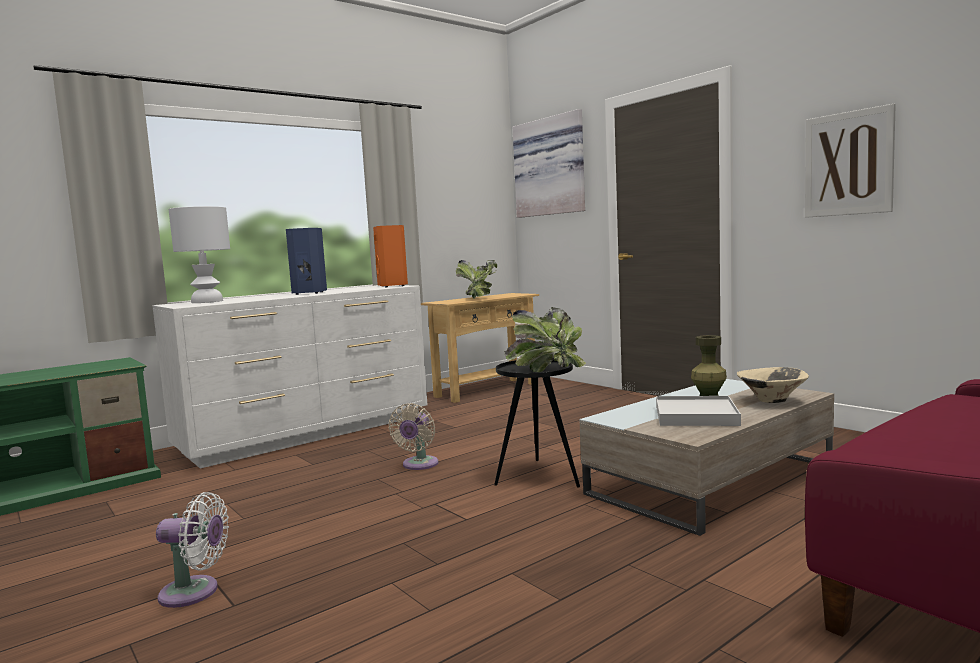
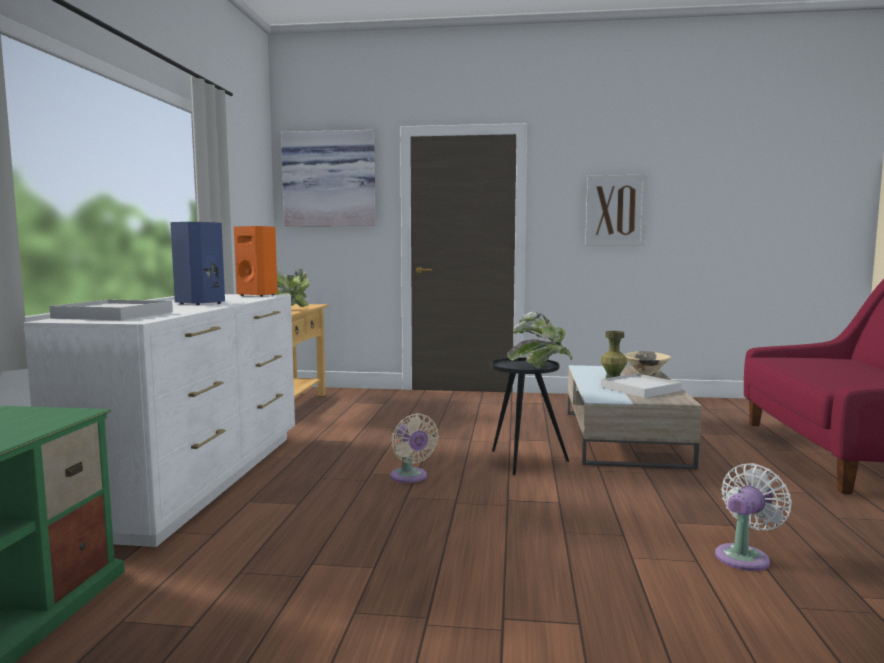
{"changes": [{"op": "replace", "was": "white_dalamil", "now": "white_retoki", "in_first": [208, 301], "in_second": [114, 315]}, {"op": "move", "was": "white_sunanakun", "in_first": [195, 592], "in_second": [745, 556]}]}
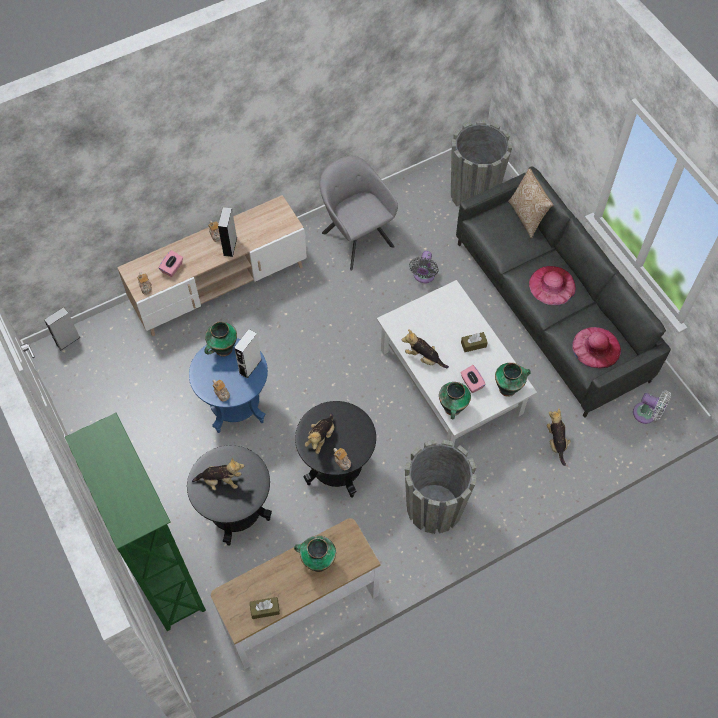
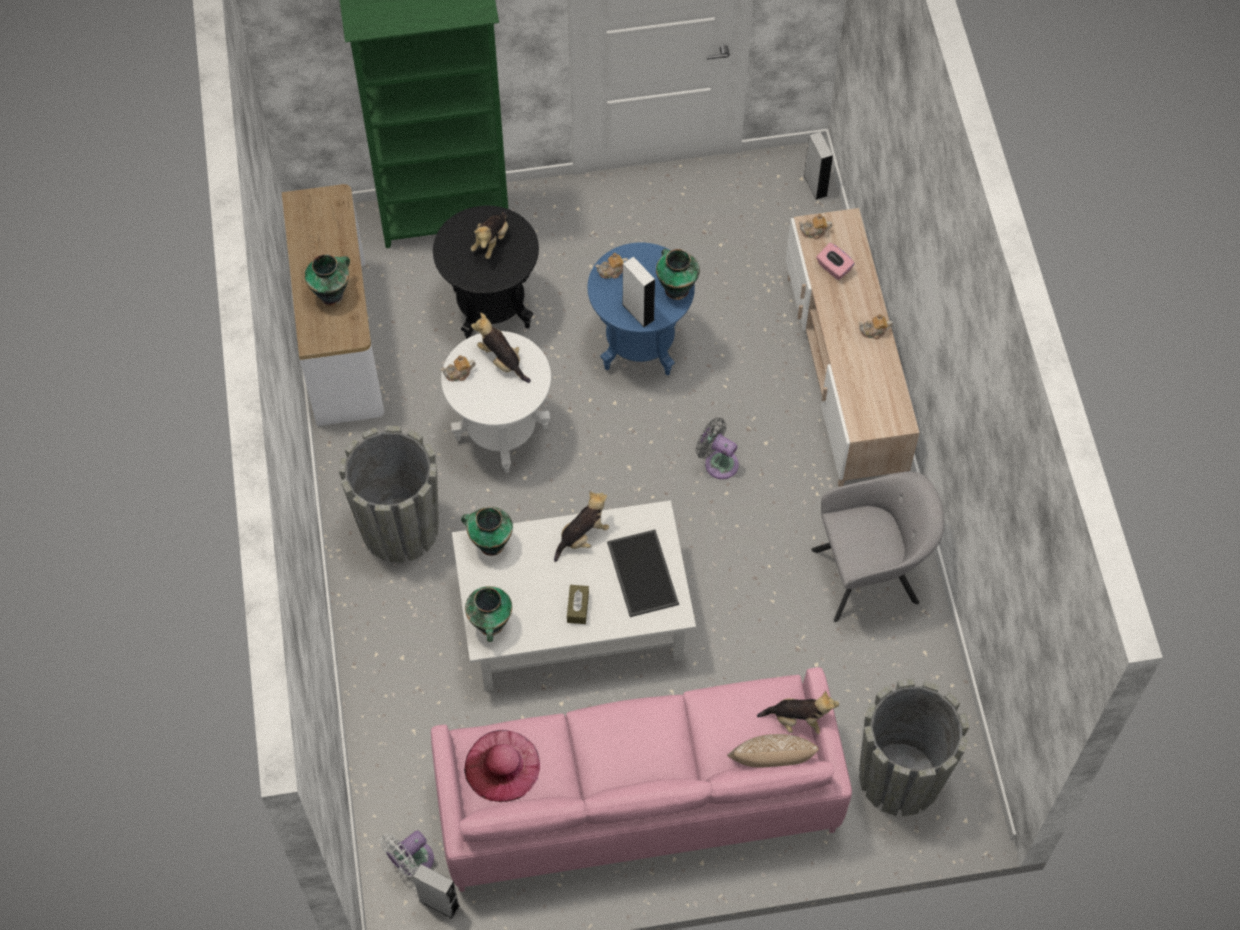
{"changes": [{"op": "recolor", "was": "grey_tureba", "now": "pink_tureba", "in_first": [548, 311], "in_second": [637, 797]}, {"op": "move", "was": "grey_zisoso", "in_first": [230, 246], "in_second": [439, 903]}, {"op": "move", "was": "grey_sunanakun", "in_first": [423, 276], "in_second": [718, 462]}, {"op": "delete", "was": "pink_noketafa", "in_first": [552, 285]}, {"op": "delete", "was": "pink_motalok", "in_first": [471, 383]}, {"op": "recolor", "was": "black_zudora", "now": "white_zudora", "in_first": [337, 469], "in_second": [501, 433]}, {"op": "move", "was": "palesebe", "in_first": [556, 442], "in_second": [798, 720]}, {"op": "delete", "was": "brown_motalok", "in_first": [265, 609]}, {"op": "insert", "now": "retoki", "in_second": [641, 573]}]}
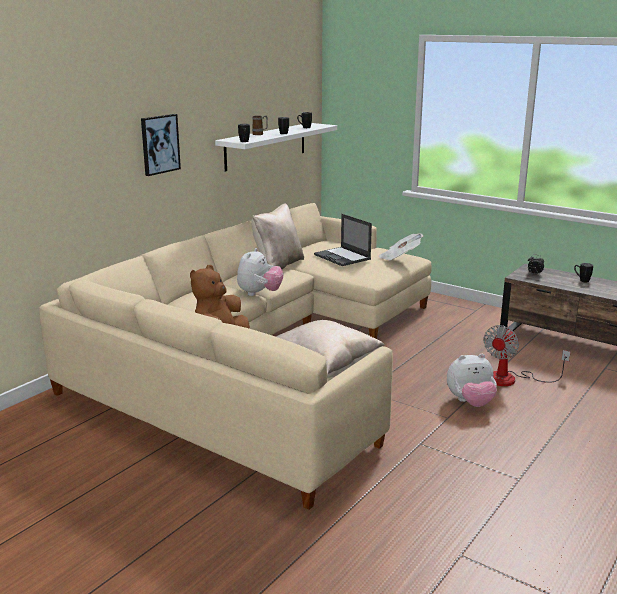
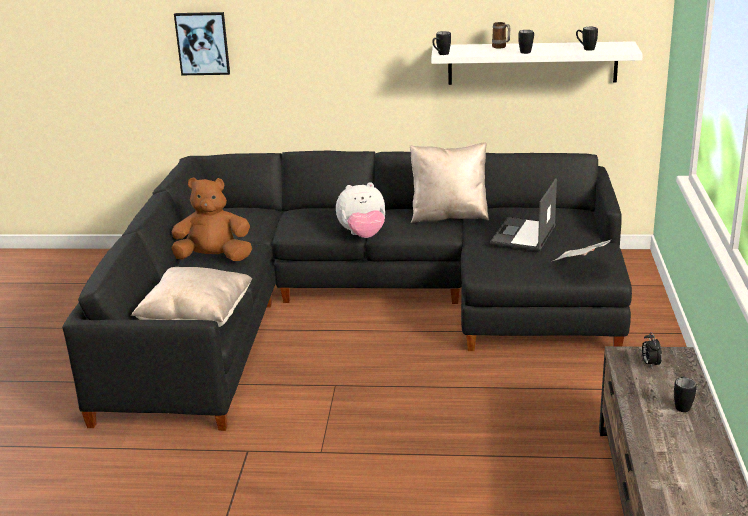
{"changes": [{"op": "move", "was": "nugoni", "in_first": [159, 144], "in_second": [202, 43]}, {"op": "recolor", "was": "beige_tureba", "now": "black_tureba", "in_first": [262, 356], "in_second": [354, 306]}, {"op": "delete", "was": "sunanakun", "in_first": [511, 379]}, {"op": "delete", "was": "palesebe", "in_first": [470, 403]}]}
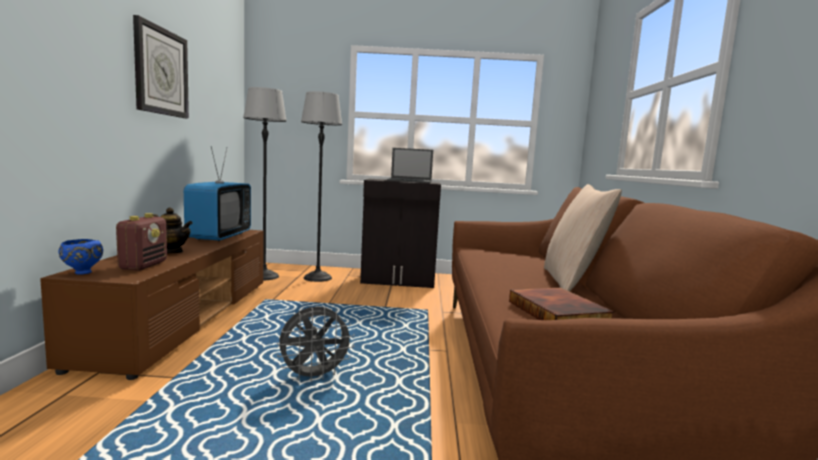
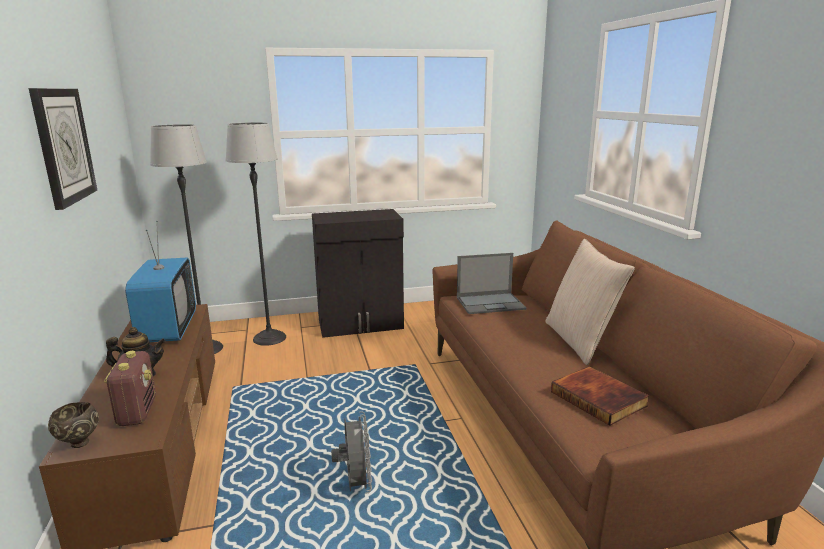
{"changes": [{"op": "move", "was": "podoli", "in_first": [410, 181], "in_second": [491, 303]}, {"op": "recolor", "was": "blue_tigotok", "now": "brown_tigotok", "in_first": [81, 272], "in_second": [78, 443]}, {"op": "rotate", "was": "grey_sunanakun", "in_first": [314, 376], "in_second": [356, 485], "clockwise": -60}]}
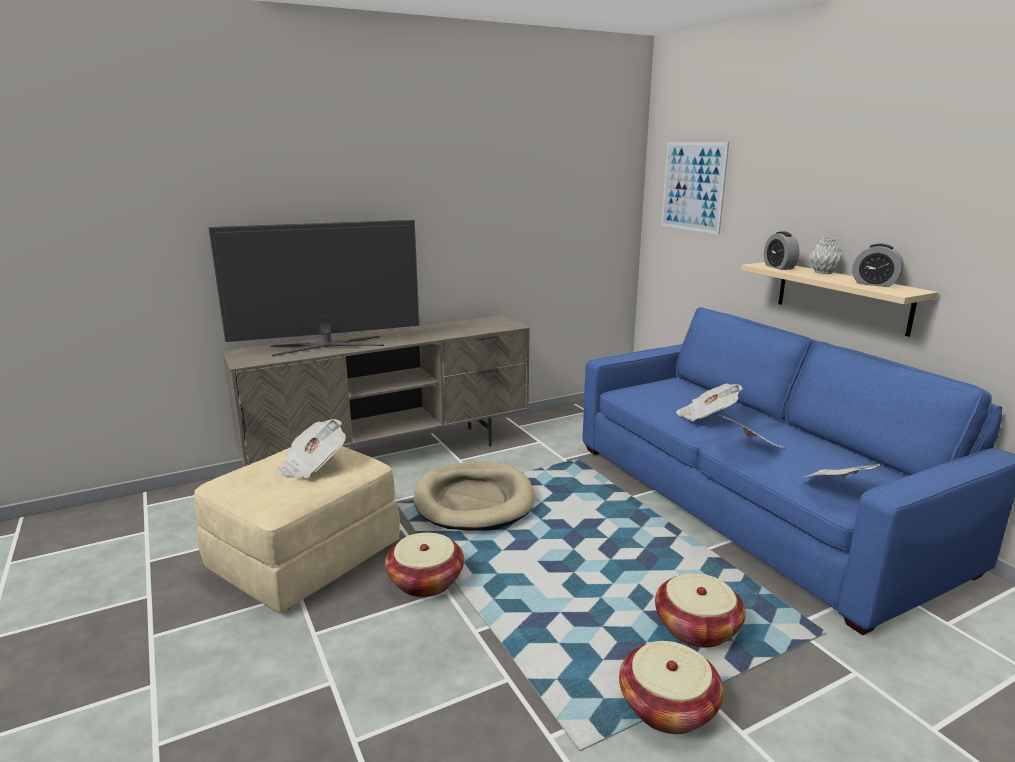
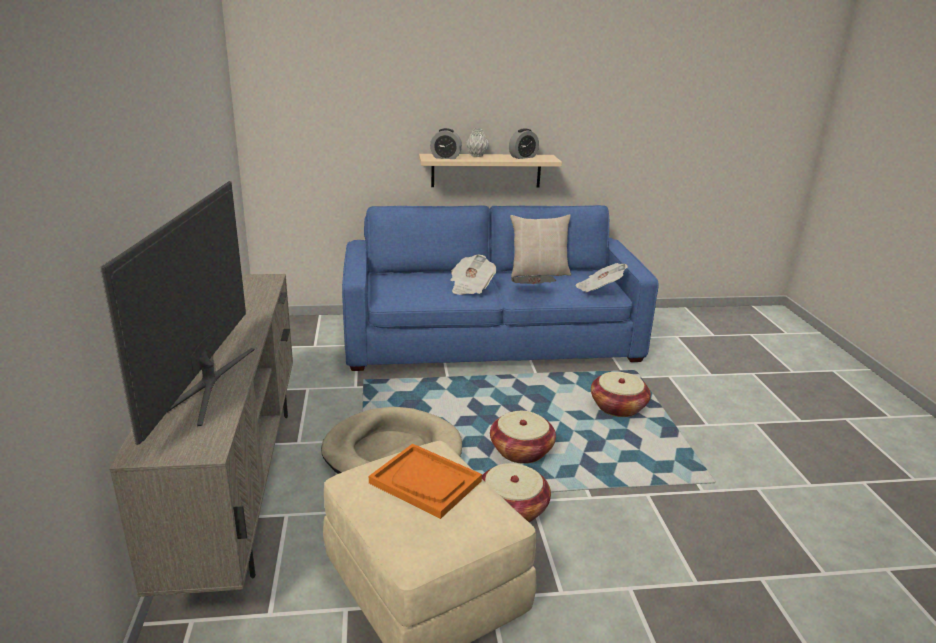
{"changes": [{"op": "delete", "was": "nugoni", "in_first": [693, 186]}, {"op": "replace", "was": "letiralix", "now": "orange_retoki", "in_first": [312, 466], "in_second": [425, 482]}, {"op": "move", "was": "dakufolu", "in_first": [667, 707], "in_second": [521, 451]}, {"op": "insert", "now": "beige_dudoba", "in_second": [539, 273]}]}
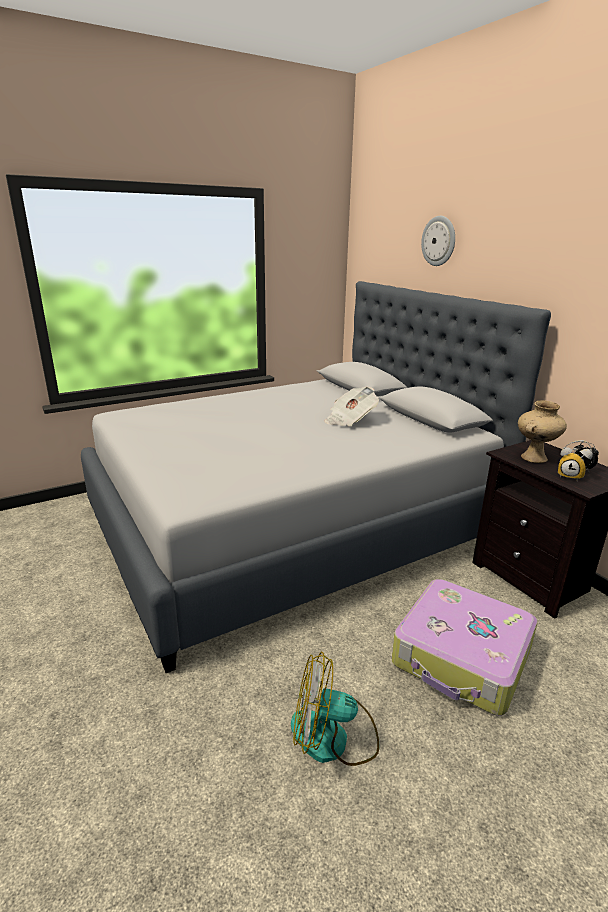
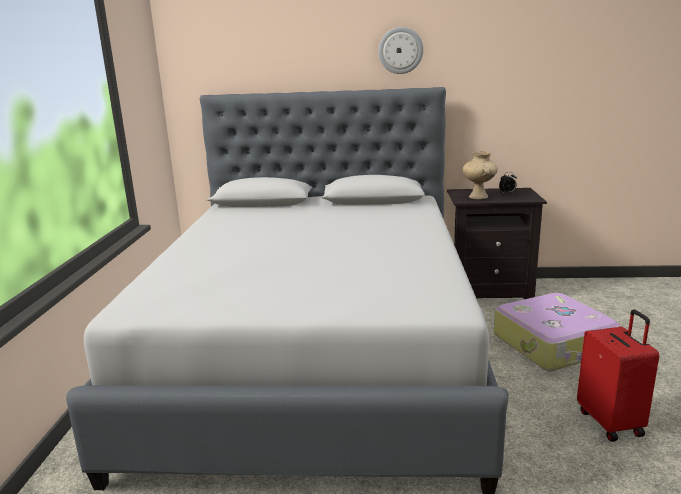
{"changes": [{"op": "move", "was": "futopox", "in_first": [439, 241], "in_second": [400, 50]}, {"op": "delete", "was": "letiralix", "in_first": [349, 420]}, {"op": "delete", "was": "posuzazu", "in_first": [570, 476]}, {"op": "replace", "was": "sunanakun", "now": "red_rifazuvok", "in_first": [333, 737], "in_second": [611, 422]}]}
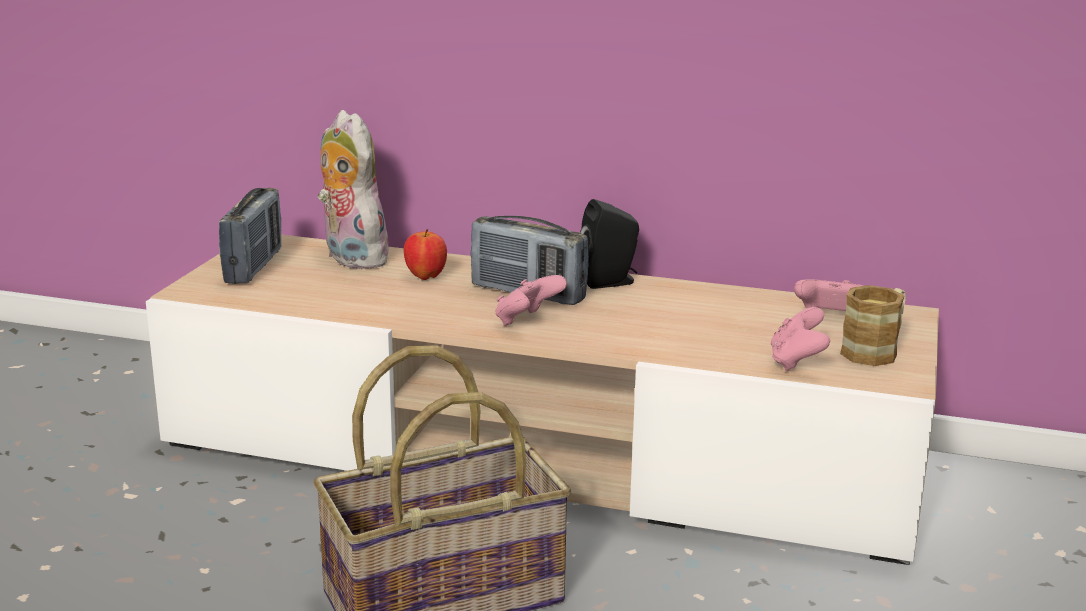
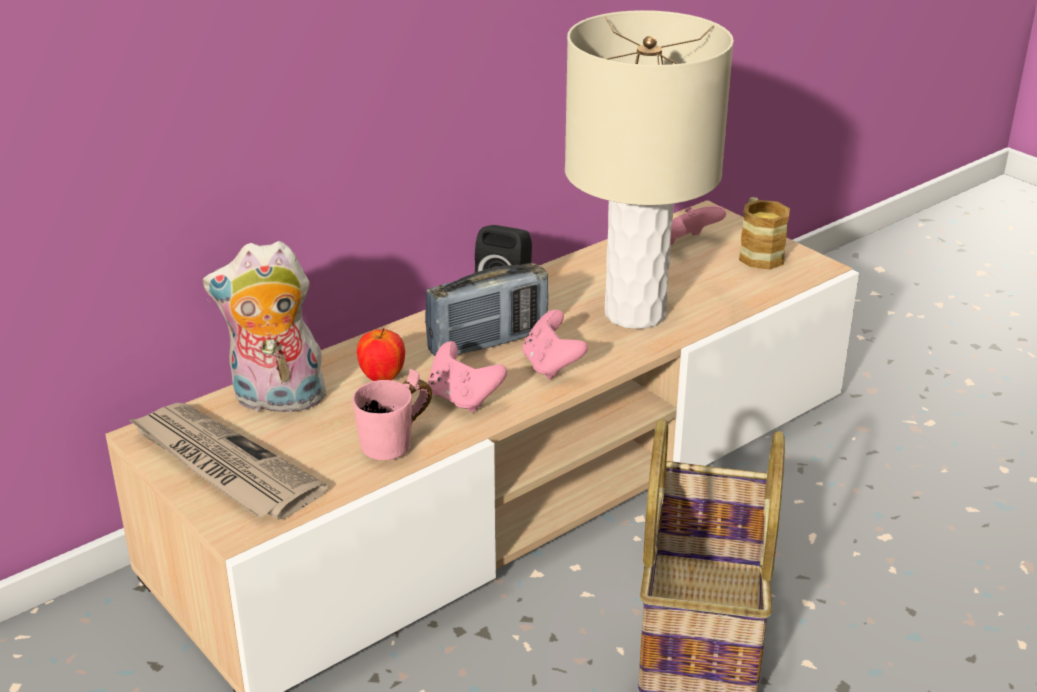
{"changes": [{"op": "replace", "was": "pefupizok", "now": "letiralix", "in_first": [254, 267], "in_second": [223, 465]}, {"op": "move", "was": "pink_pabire", "in_first": [796, 362], "in_second": [463, 399]}, {"op": "insert", "now": "beige_dalamil", "in_second": [634, 314]}, {"op": "insert", "now": "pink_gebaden", "in_second": [399, 446]}]}
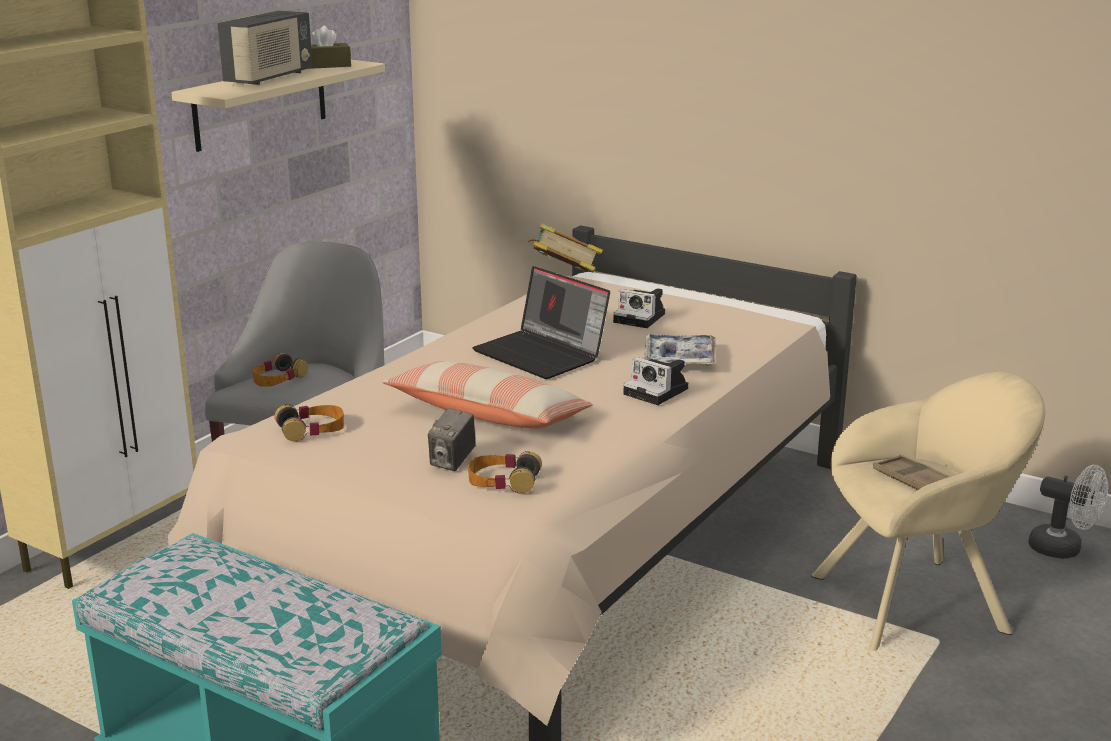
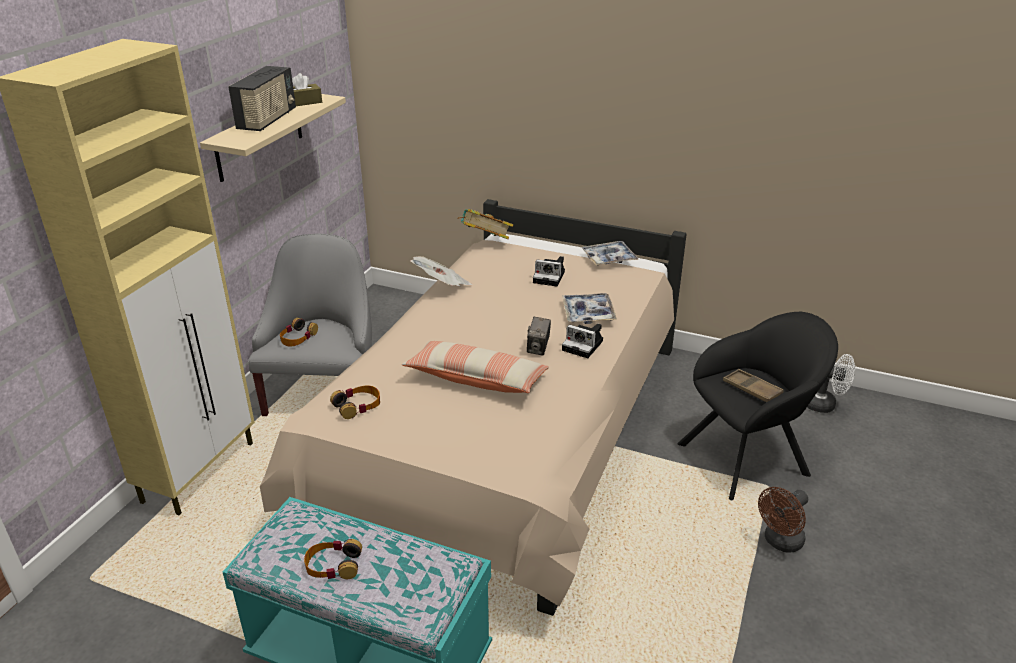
{"changes": [{"op": "delete", "was": "podoli", "in_first": [542, 354]}, {"op": "recolor", "was": "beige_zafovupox", "now": "black_zafovupox", "in_first": [918, 602], "in_second": [748, 457]}, {"op": "move", "was": "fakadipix", "in_first": [452, 462], "in_second": [538, 348]}, {"op": "move", "was": "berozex", "in_first": [503, 481], "in_second": [333, 565]}, {"op": "insert", "now": "retoki", "in_second": [609, 258]}, {"op": "insert", "now": "letiralix", "in_second": [442, 286]}, {"op": "insert", "now": "brown_sunanakun", "in_second": [780, 542]}]}
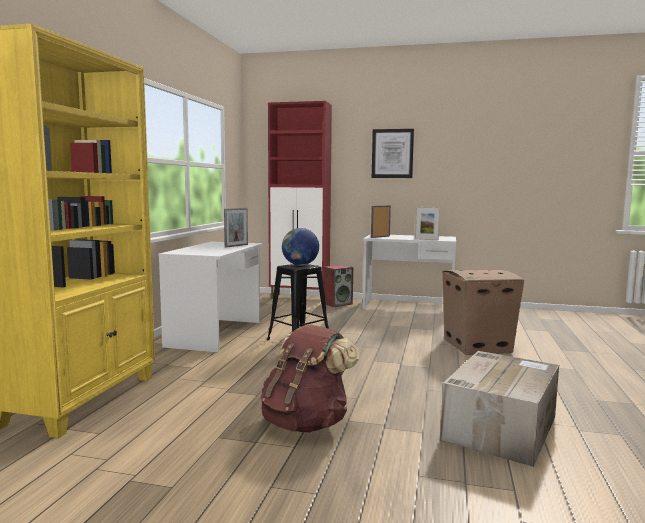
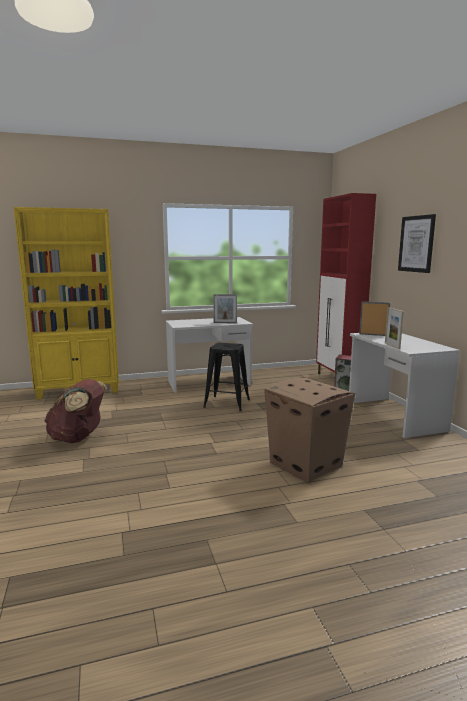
{"changes": [{"op": "delete", "was": "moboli", "in_first": [300, 265]}, {"op": "delete", "was": "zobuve", "in_first": [500, 427]}]}
